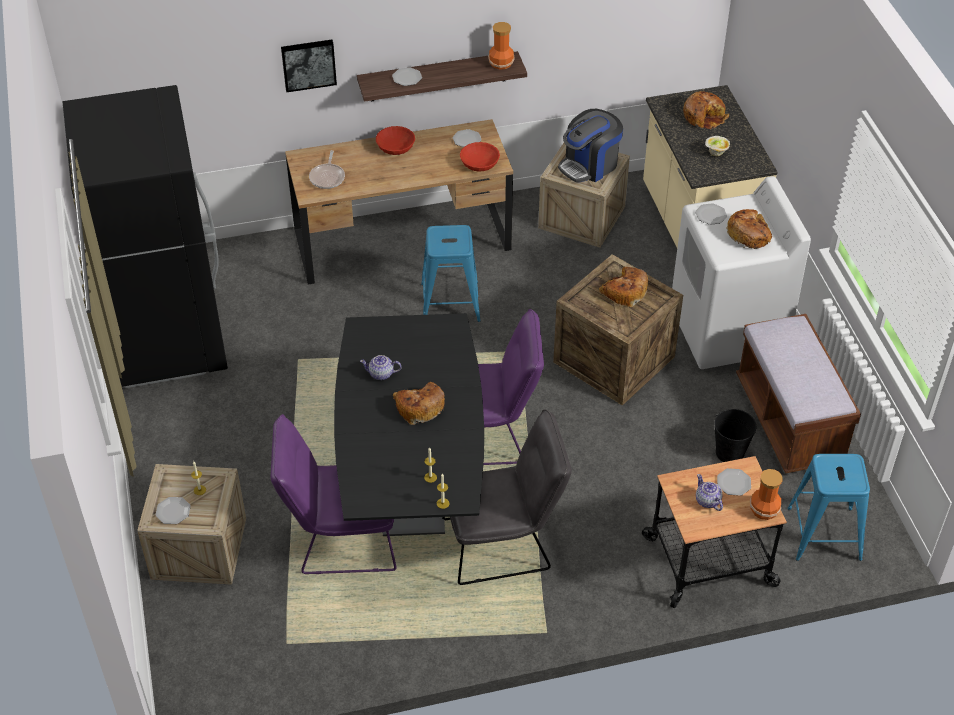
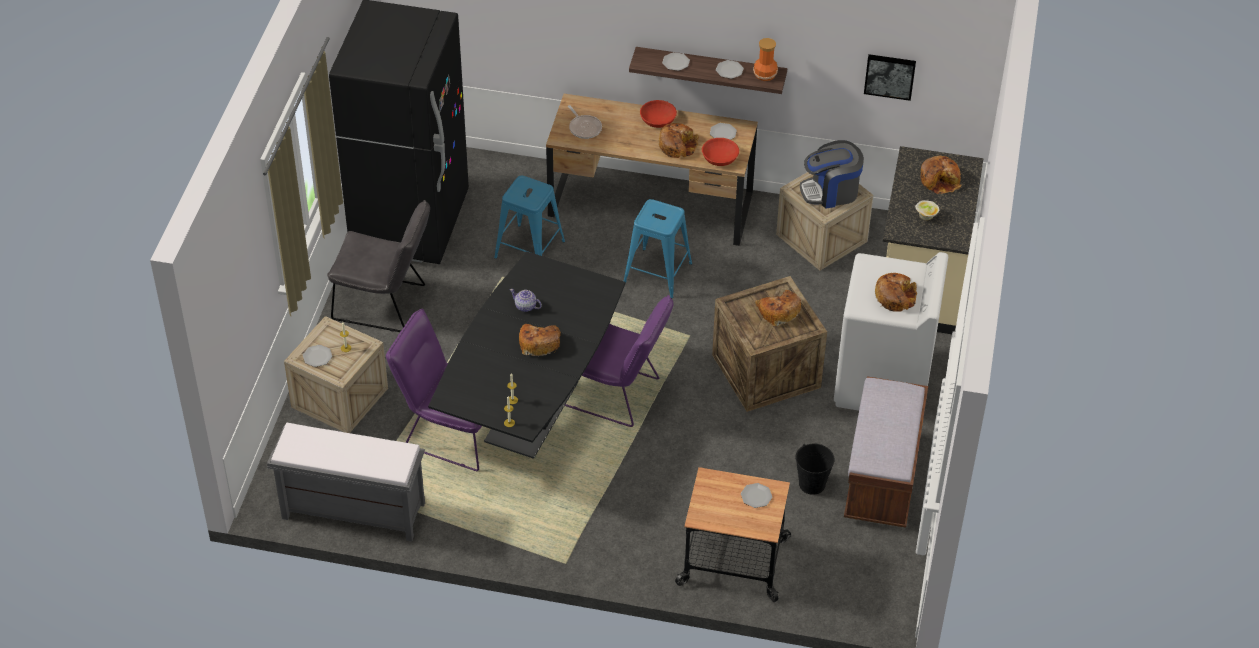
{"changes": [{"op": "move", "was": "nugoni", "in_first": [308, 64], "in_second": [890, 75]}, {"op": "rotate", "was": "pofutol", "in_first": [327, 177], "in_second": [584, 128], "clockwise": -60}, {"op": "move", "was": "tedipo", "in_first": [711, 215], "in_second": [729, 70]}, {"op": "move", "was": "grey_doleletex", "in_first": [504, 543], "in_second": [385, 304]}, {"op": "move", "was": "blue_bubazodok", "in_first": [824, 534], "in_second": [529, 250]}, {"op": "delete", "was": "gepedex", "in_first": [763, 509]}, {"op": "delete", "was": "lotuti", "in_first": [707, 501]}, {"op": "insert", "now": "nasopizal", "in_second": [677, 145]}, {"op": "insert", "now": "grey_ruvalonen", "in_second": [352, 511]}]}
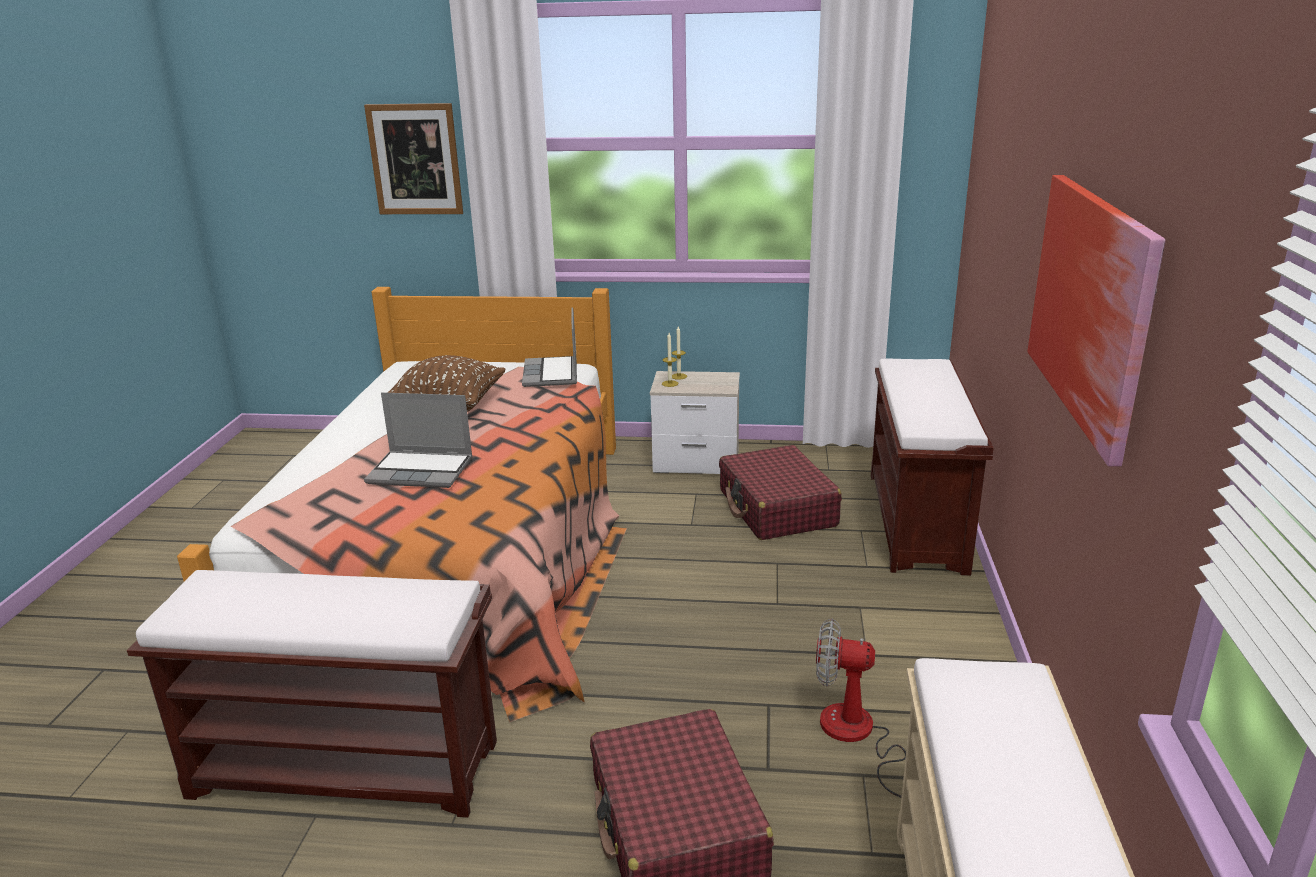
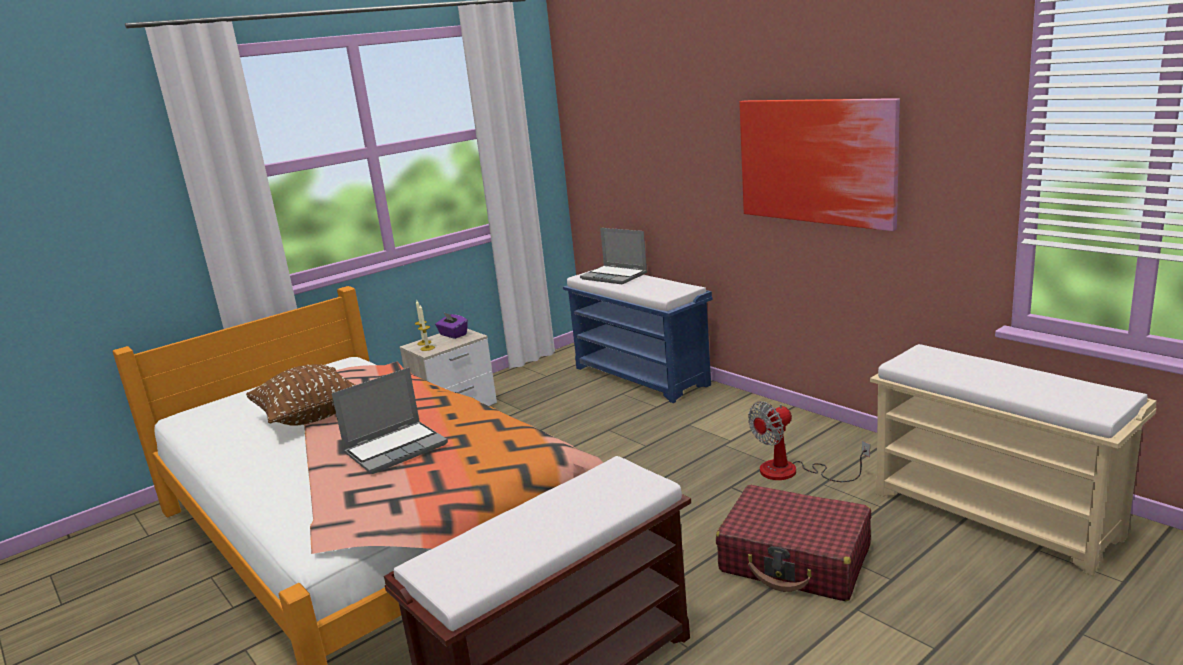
{"changes": [{"op": "delete", "was": "nugoni", "in_first": [415, 159]}, {"op": "move", "was": "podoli", "in_first": [552, 374], "in_second": [615, 276]}, {"op": "recolor", "was": "brown_ruvalonen", "now": "blue_ruvalonen", "in_first": [917, 522], "in_second": [642, 376]}, {"op": "delete", "was": "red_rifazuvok", "in_first": [777, 508]}, {"op": "insert", "now": "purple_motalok", "in_second": [453, 335]}]}
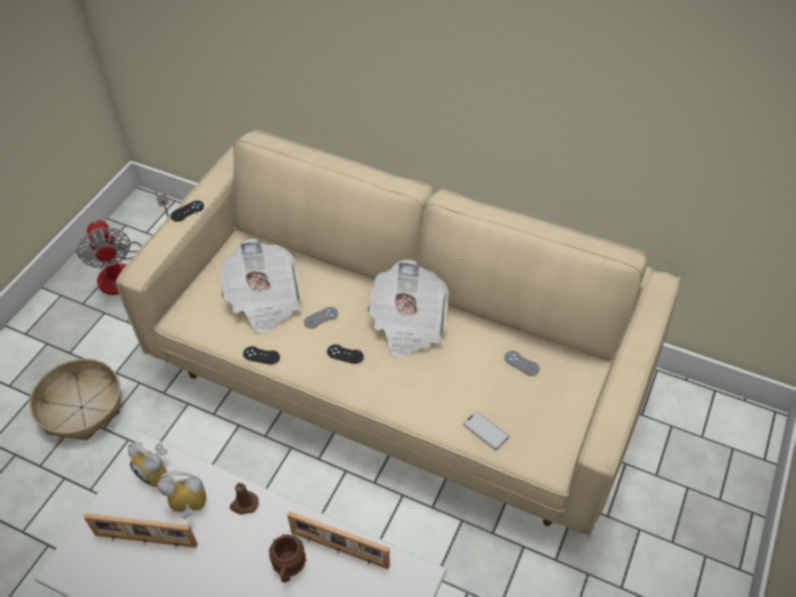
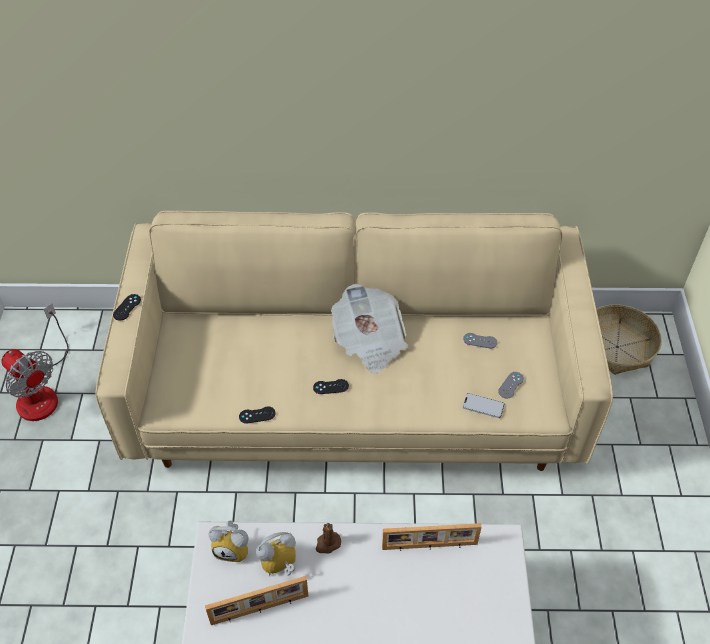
{"changes": [{"op": "delete", "was": "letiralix", "in_first": [264, 300]}, {"op": "move", "was": "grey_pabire", "in_first": [321, 318], "in_second": [511, 385]}, {"op": "move", "was": "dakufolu", "in_first": [82, 407], "in_second": [617, 346]}, {"op": "delete", "was": "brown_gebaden", "in_first": [289, 569]}]}
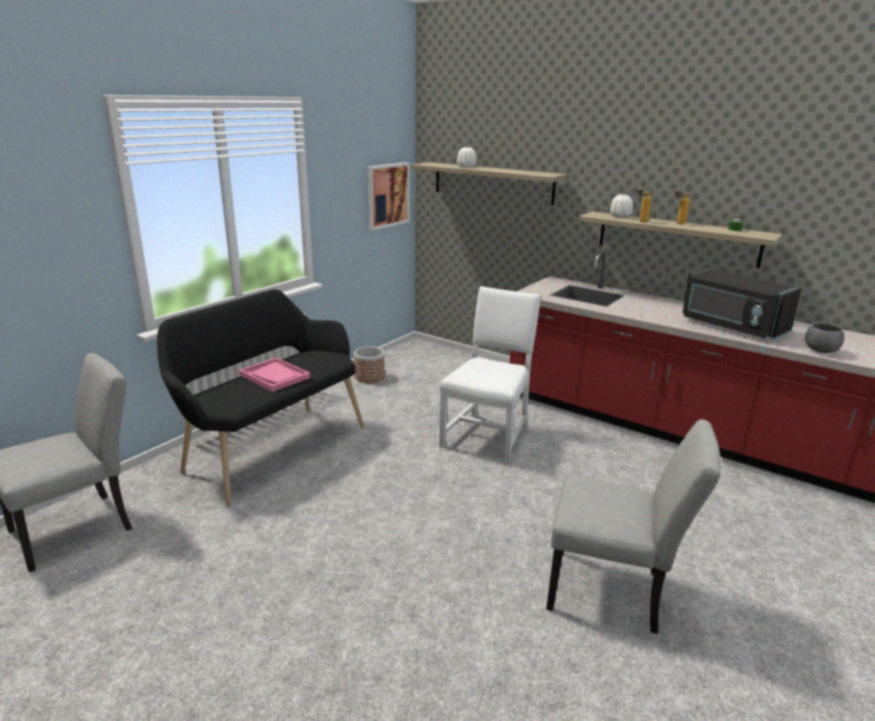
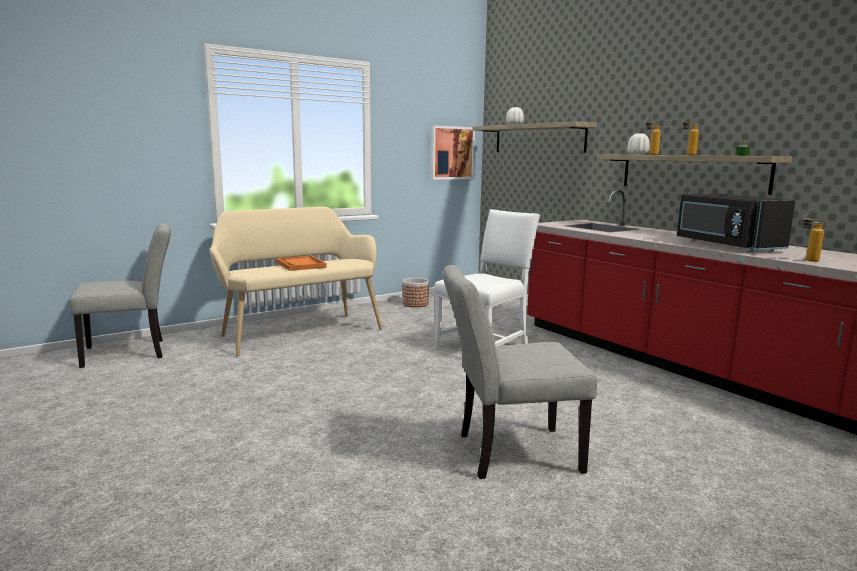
{"changes": [{"op": "recolor", "was": "black_ruvalonen", "now": "beige_ruvalonen", "in_first": [270, 448], "in_second": [298, 331]}, {"op": "replace", "was": "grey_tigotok", "now": "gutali", "in_first": [820, 351], "in_second": [807, 260]}, {"op": "recolor", "was": "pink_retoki", "now": "orange_retoki", "in_first": [275, 376], "in_second": [301, 265]}, {"op": "rotate", "was": "grey_doleletex", "in_first": [615, 593], "in_second": [508, 453], "clockwise": 135}]}
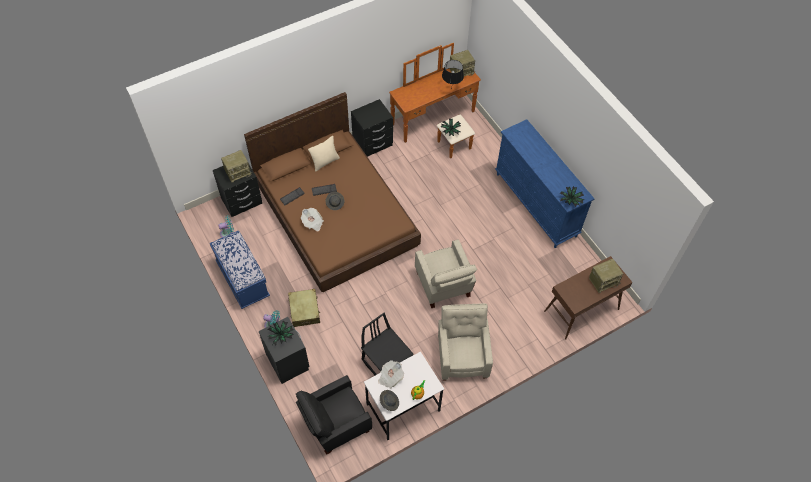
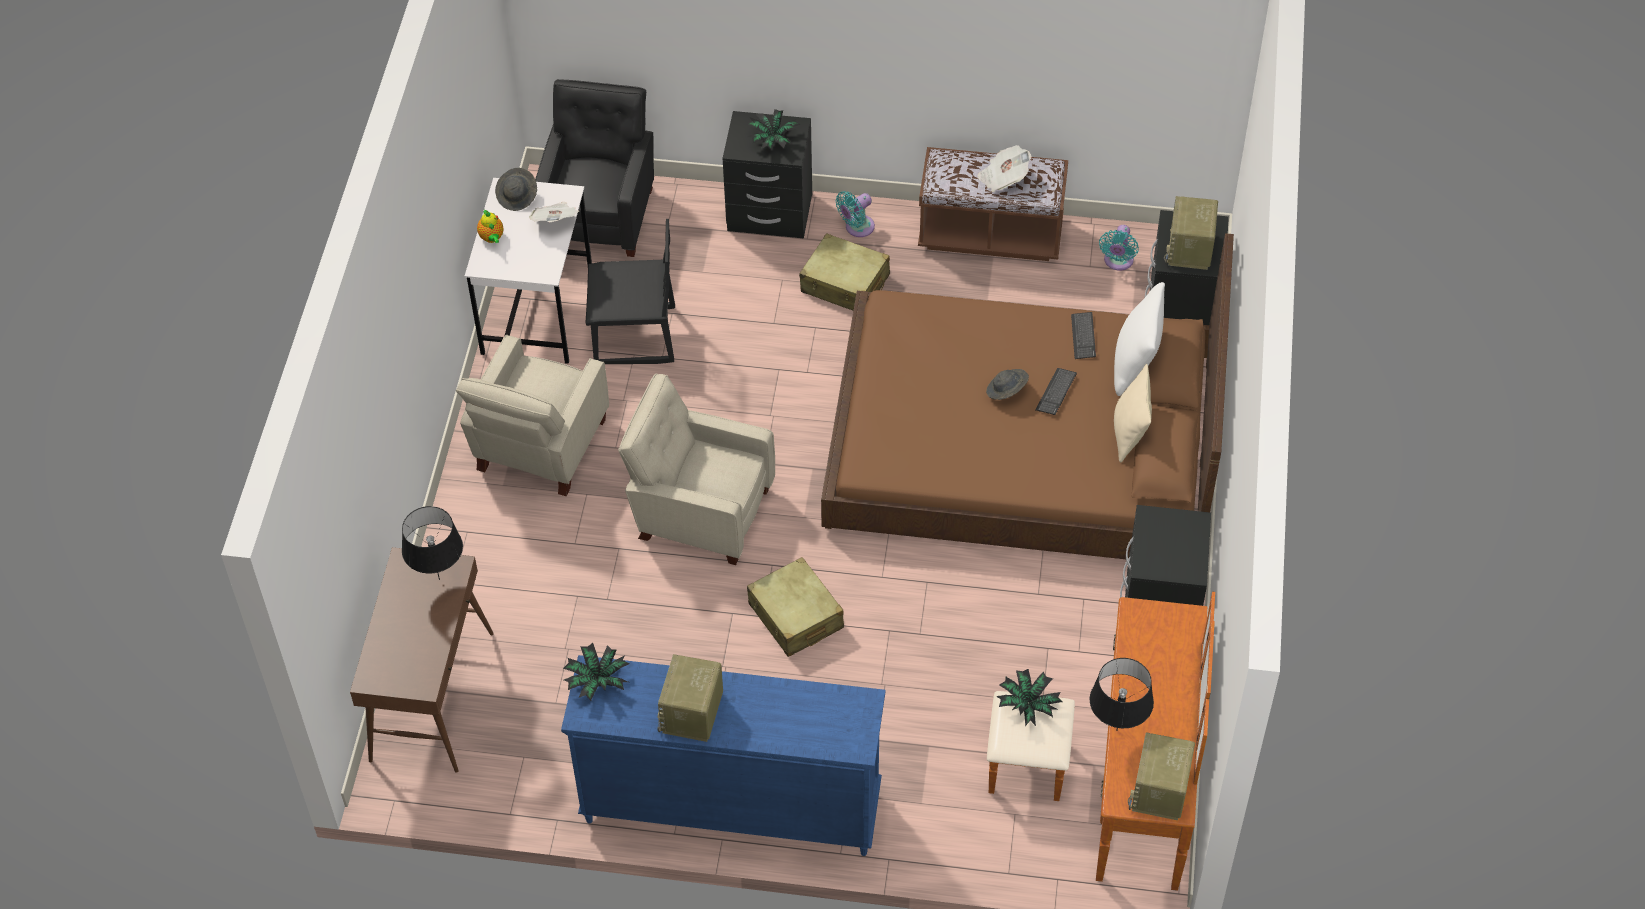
{"changes": [{"op": "move", "was": "letiralix", "in_first": [312, 223], "in_second": [1003, 178]}, {"op": "recolor", "was": "blue_ruvalonen", "now": "brown_ruvalonen", "in_first": [243, 280], "in_second": [990, 234]}, {"op": "move", "was": "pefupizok", "in_first": [603, 281], "in_second": [692, 714]}, {"op": "rotate", "was": "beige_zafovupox", "in_first": [462, 356], "in_second": [538, 448], "clockwise": 75}, {"op": "insert", "now": "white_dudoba", "in_second": [1135, 365]}, {"op": "insert", "now": "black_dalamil", "in_second": [439, 579]}, {"op": "insert", "now": "beige_rifazuvok", "in_second": [795, 616]}]}
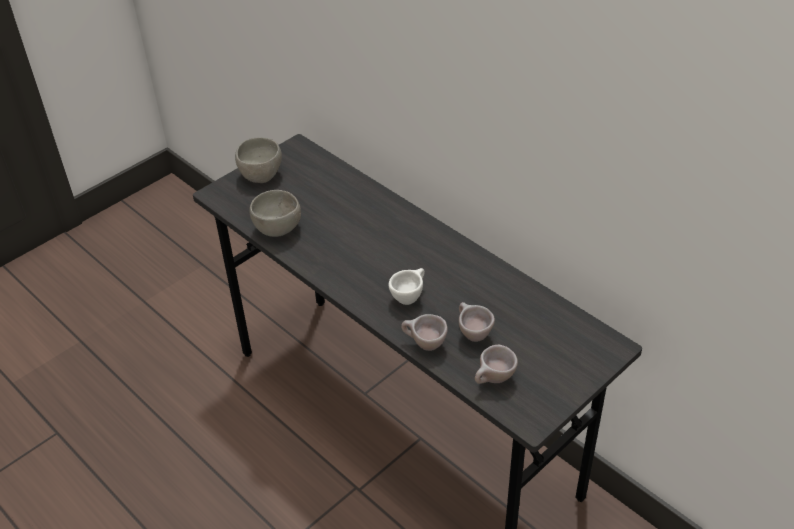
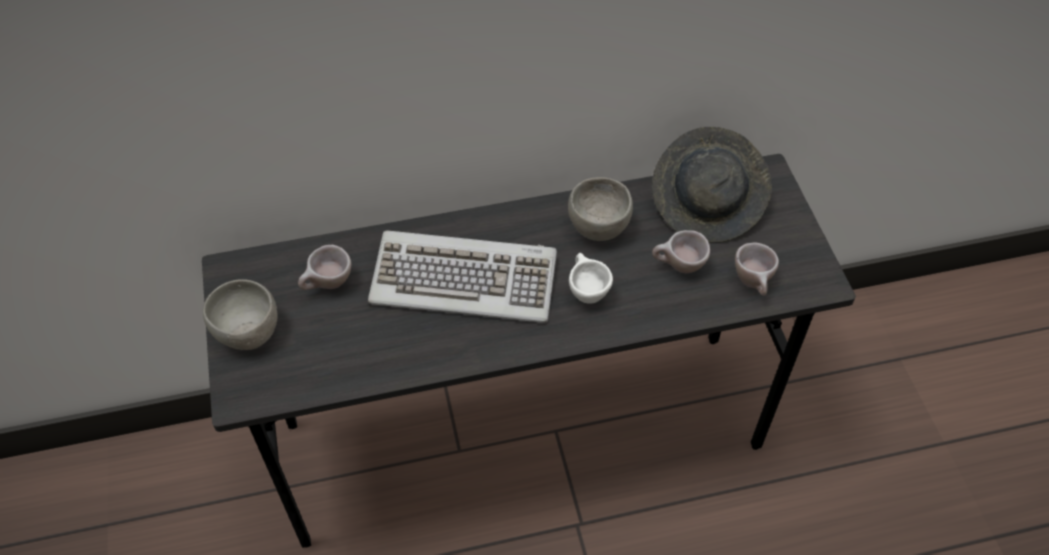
{"changes": [{"op": "move", "was": "grey_tigotok", "in_first": [279, 229], "in_second": [600, 226]}, {"op": "move", "was": "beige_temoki", "in_first": [423, 345], "in_second": [327, 285]}, {"op": "insert", "now": "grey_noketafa", "in_second": [708, 204]}, {"op": "insert", "now": "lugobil", "in_second": [465, 279]}]}
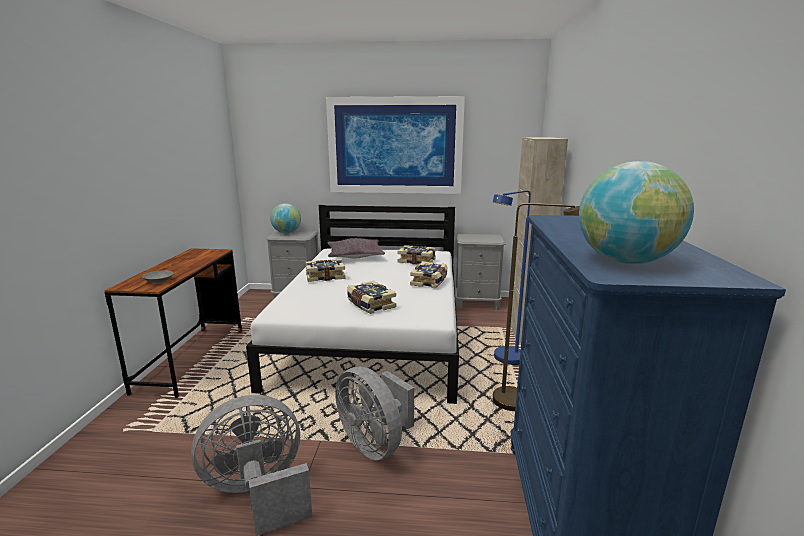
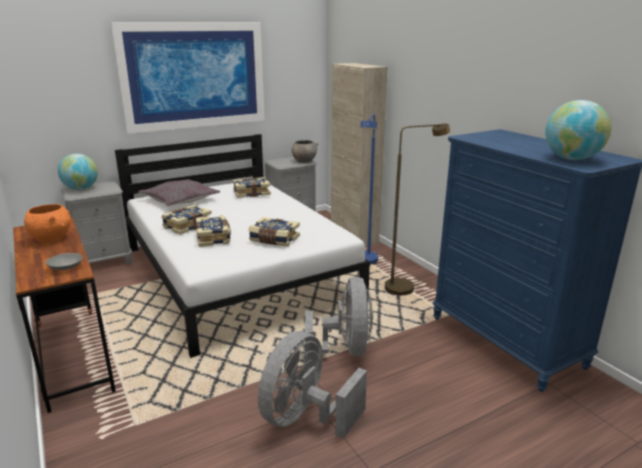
{"changes": [{"op": "move", "was": "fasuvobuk", "in_first": [430, 282], "in_second": [214, 238]}, {"op": "rotate", "was": "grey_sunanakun", "in_first": [375, 444], "in_second": [345, 350], "clockwise": -105}, {"op": "insert", "now": "grey_tigotok", "in_second": [304, 161]}, {"op": "insert", "now": "orange_tigotok", "in_second": [52, 239]}]}
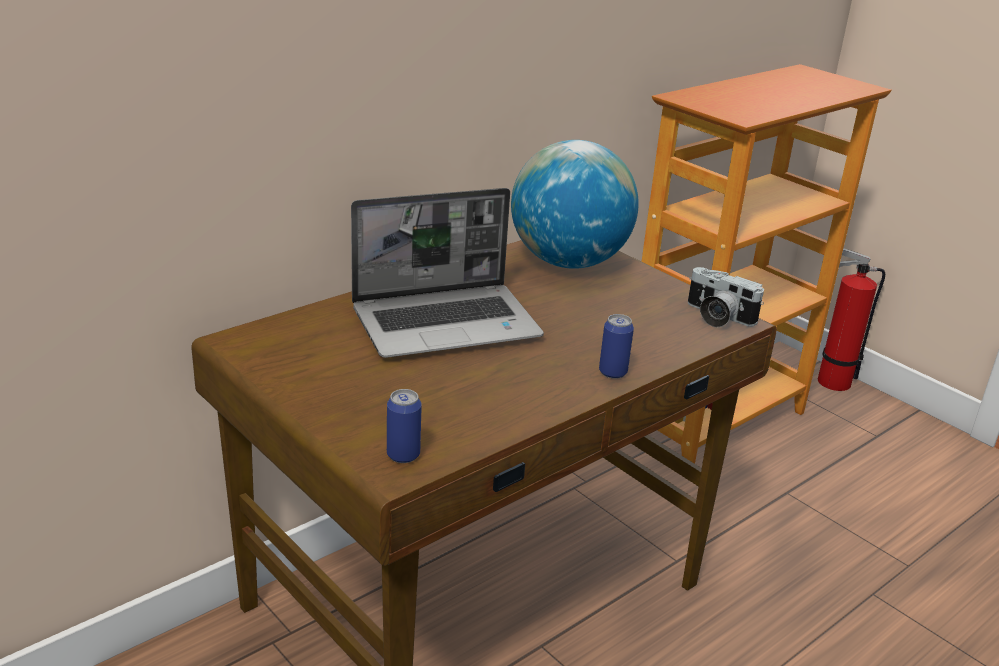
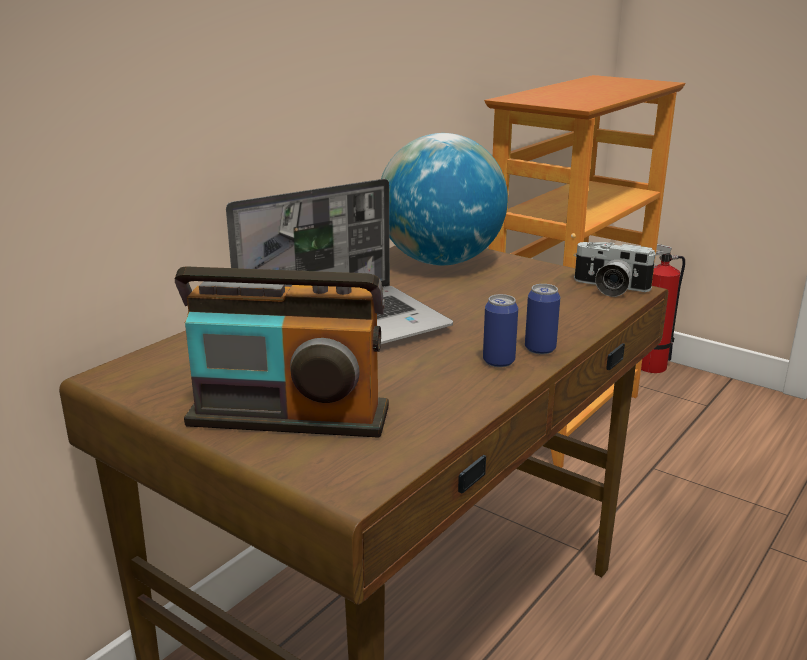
{"changes": [{"op": "move", "was": "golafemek", "in_first": [403, 455], "in_second": [498, 361]}, {"op": "insert", "now": "pefupizok", "in_second": [288, 417]}]}
